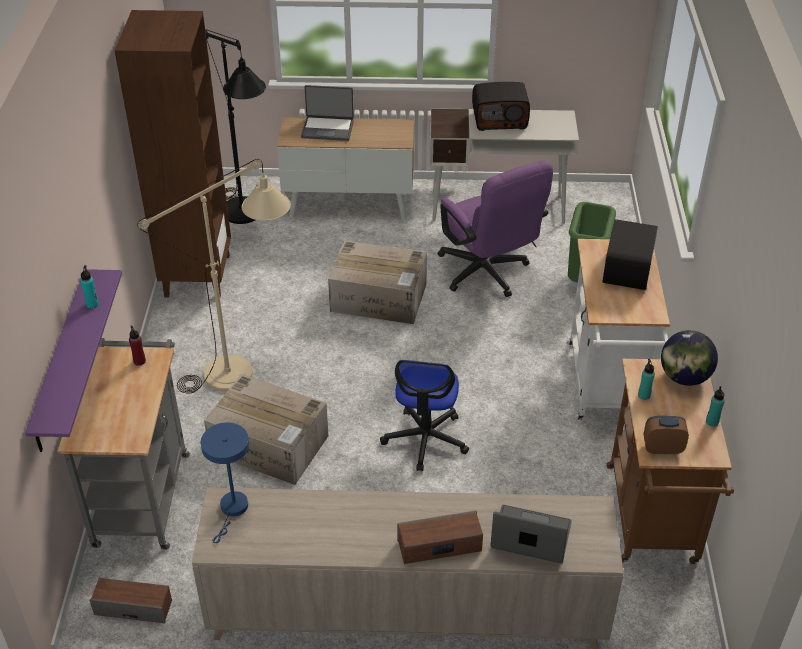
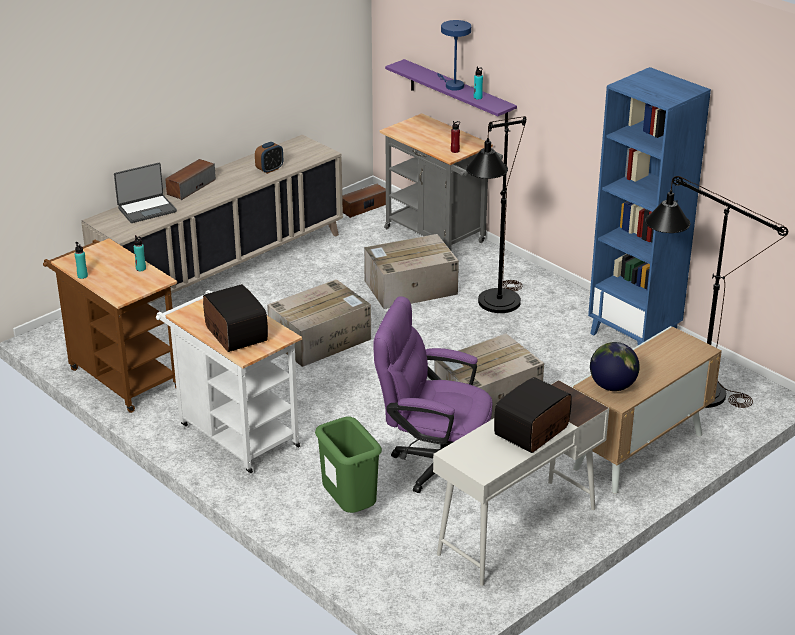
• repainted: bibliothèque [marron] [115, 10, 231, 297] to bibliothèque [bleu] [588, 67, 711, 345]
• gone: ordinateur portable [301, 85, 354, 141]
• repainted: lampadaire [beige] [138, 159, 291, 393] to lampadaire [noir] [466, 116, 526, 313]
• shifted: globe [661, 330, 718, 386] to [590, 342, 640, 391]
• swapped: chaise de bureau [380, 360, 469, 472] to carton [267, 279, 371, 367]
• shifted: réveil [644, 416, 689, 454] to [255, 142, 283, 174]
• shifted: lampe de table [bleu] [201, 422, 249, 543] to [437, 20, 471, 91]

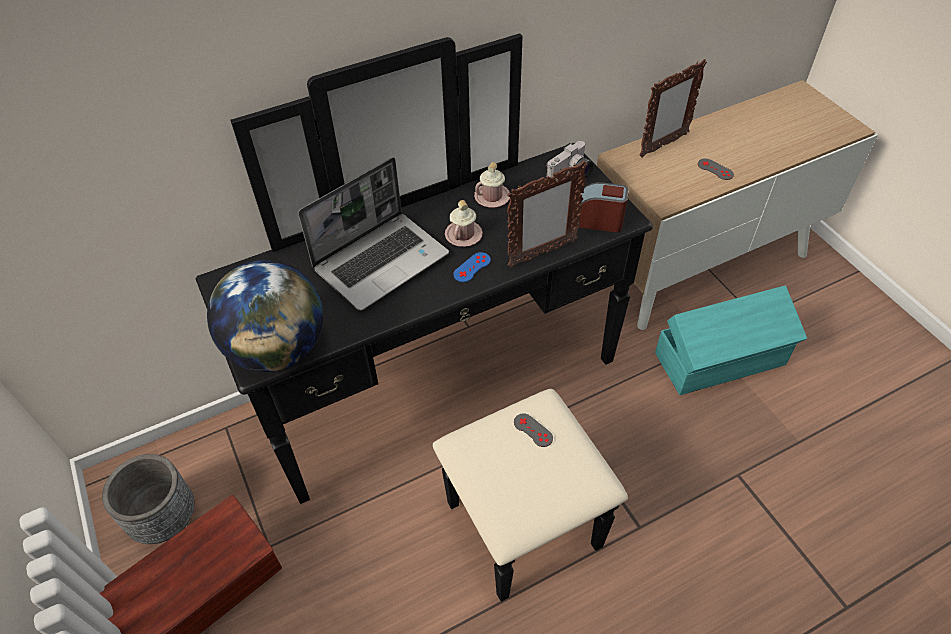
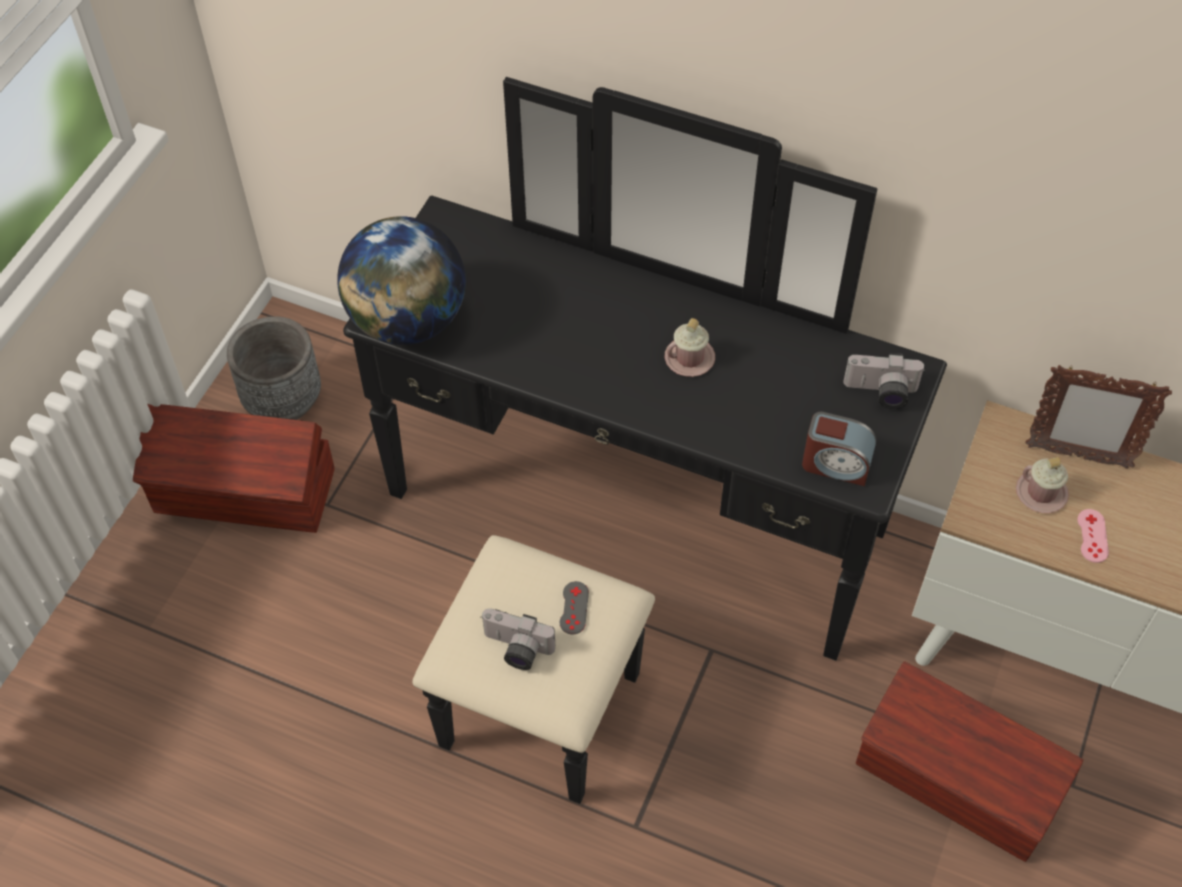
• gone: ordinateur portable [298, 157, 449, 311]
• repainted: manette [gris] [698, 158, 734, 180] to manette [rose] [1077, 509, 1109, 563]
• gone: cadre photo [507, 161, 588, 268]
• shifted: mug [rose] [474, 162, 510, 208] to [1016, 457, 1069, 513]
• rotated: réveil [577, 182, 629, 232] = [802, 412, 876, 486] 135 degrees clockwise
• gone: manette [bleu] [453, 252, 491, 282]
• repainted: boîte de rangement [turquoise] [655, 286, 807, 395] to boîte de rangement [marron] [856, 661, 1083, 862]
• new: appareil photo [481, 609, 555, 670]

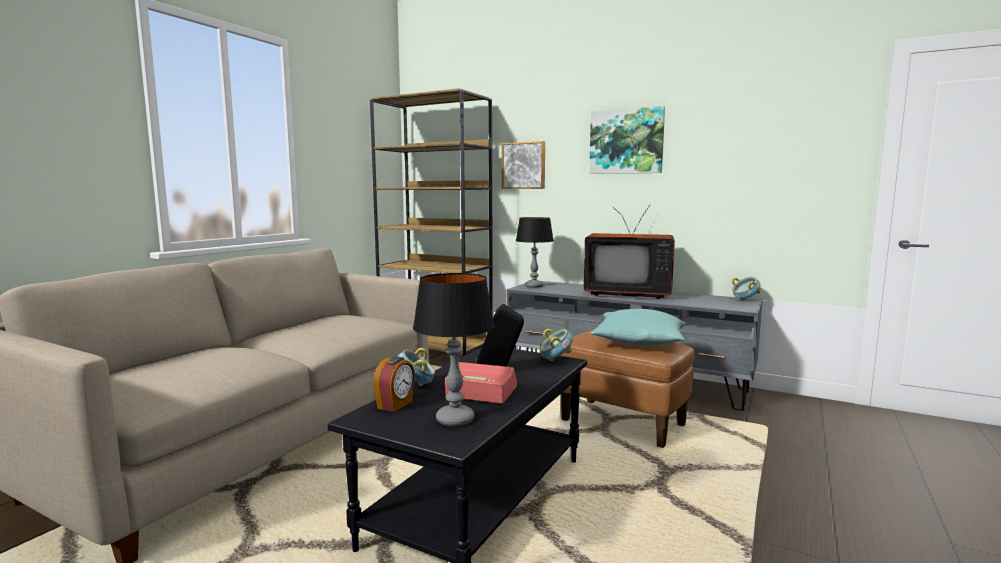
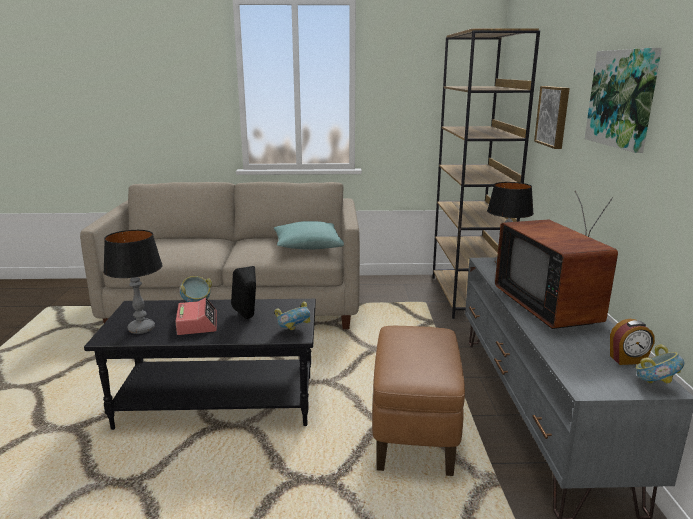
• shifted: coussin [turquoise] [590, 309, 686, 345] to [274, 221, 344, 250]
• shifted: réveil [373, 357, 415, 412] to [610, 319, 655, 365]

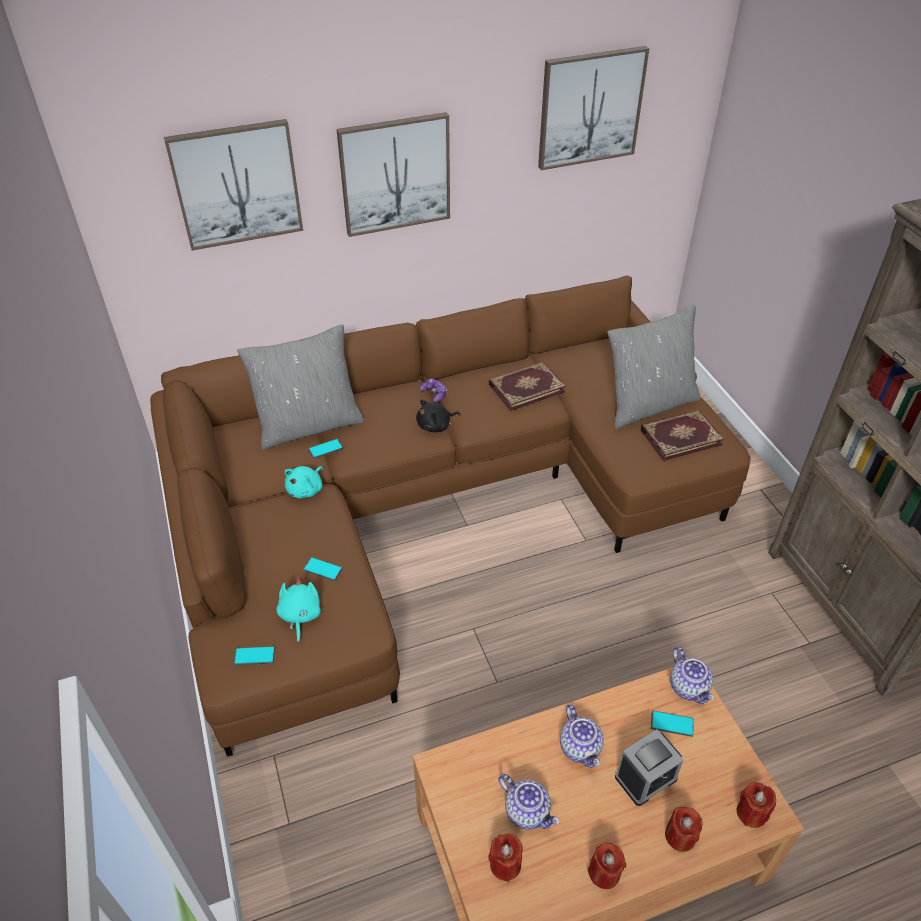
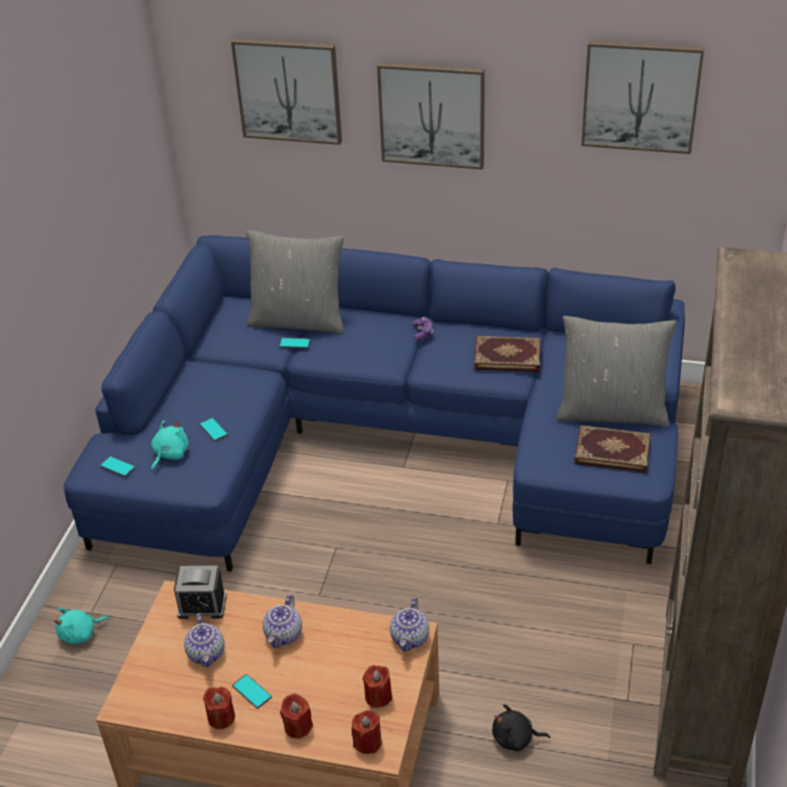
• repainted: canapé [marron] [150, 275, 751, 757] to canapé [bleu] [64, 235, 685, 572]
• shifted: peluche [noir] [416, 400, 460, 432] to [492, 704, 550, 751]
• shifted: peluche [turquoise] [284, 466, 323, 498] to [54, 608, 109, 644]
• shifted: téléphone [651, 710, 694, 737] to [232, 674, 272, 709]
• shifted: réveil [615, 729, 684, 806] to [174, 565, 227, 619]
• shifted: bougie [rouge] [488, 834, 523, 882] to [363, 665, 392, 708]

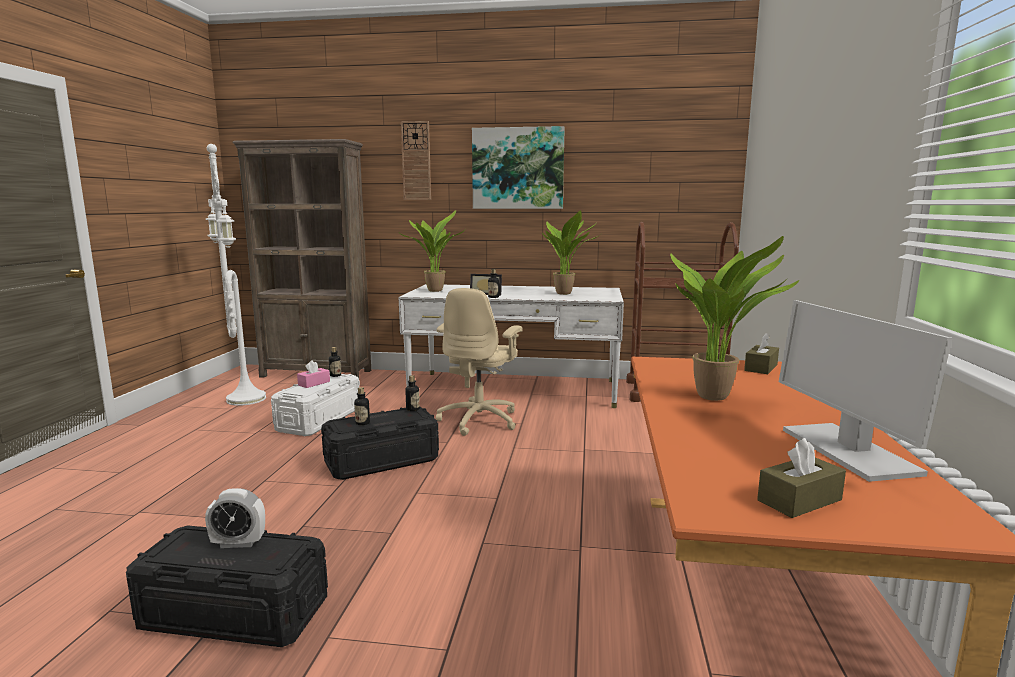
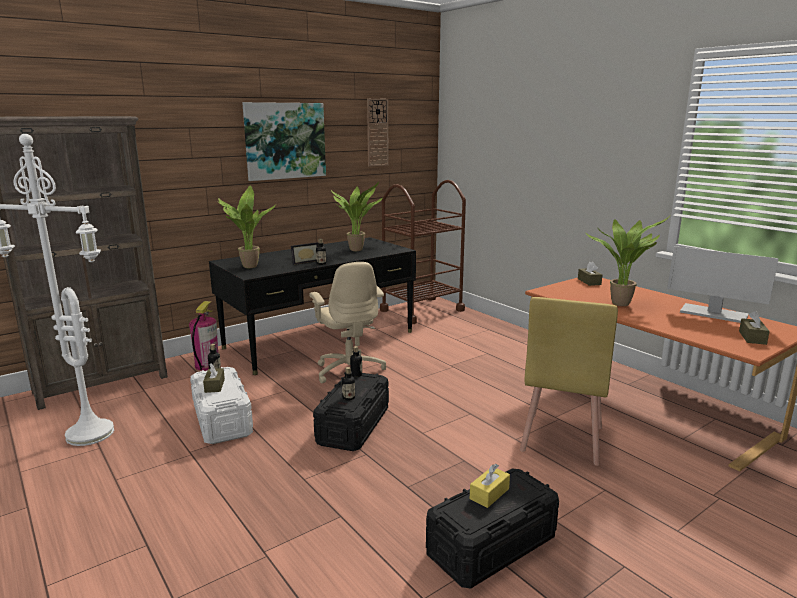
• shifted: horloge murale [401, 121, 431, 200] to [367, 99, 389, 167]
• repainted: bureau [blanc] [398, 284, 624, 408] to bureau [noir] [209, 237, 416, 375]
• repainted: boîte à mouchoirs [rose] [297, 360, 330, 388] to boîte à mouchoirs [marron] [203, 363, 225, 393]
• swapped: réveil [205, 488, 265, 548] to boîte à mouchoirs [jaune] [470, 464, 510, 508]
• new: chaise [jaune] [520, 297, 618, 466]
• new: extincteur [189, 301, 218, 371]

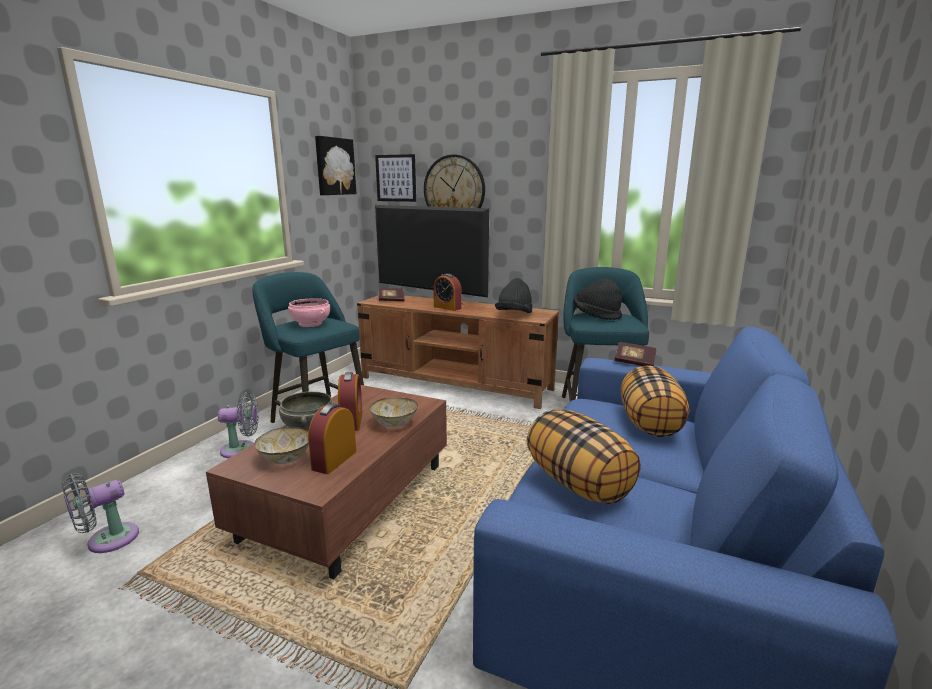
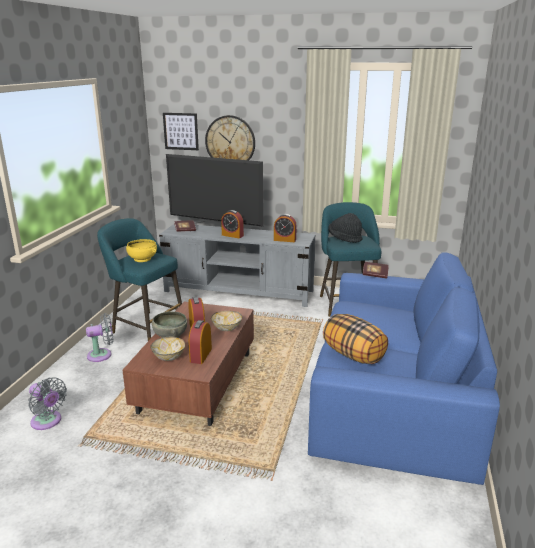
• gone: tableau [315, 136, 356, 195]
• swapped: chapeau [noir] [495, 278, 532, 313] to réveil [274, 214, 297, 242]
• repainted: meuble télé [marron] [357, 295, 559, 409] to meuble télé [gris] [159, 224, 316, 307]
• repainted: bol [rose] [288, 298, 330, 327] to bol [jaune] [126, 239, 157, 262]
• gone: coussin [621, 366, 689, 437]
• rotated: ventilateur [gris] [62, 473, 139, 553] = [28, 377, 67, 430] 90 degrees counterclockwise

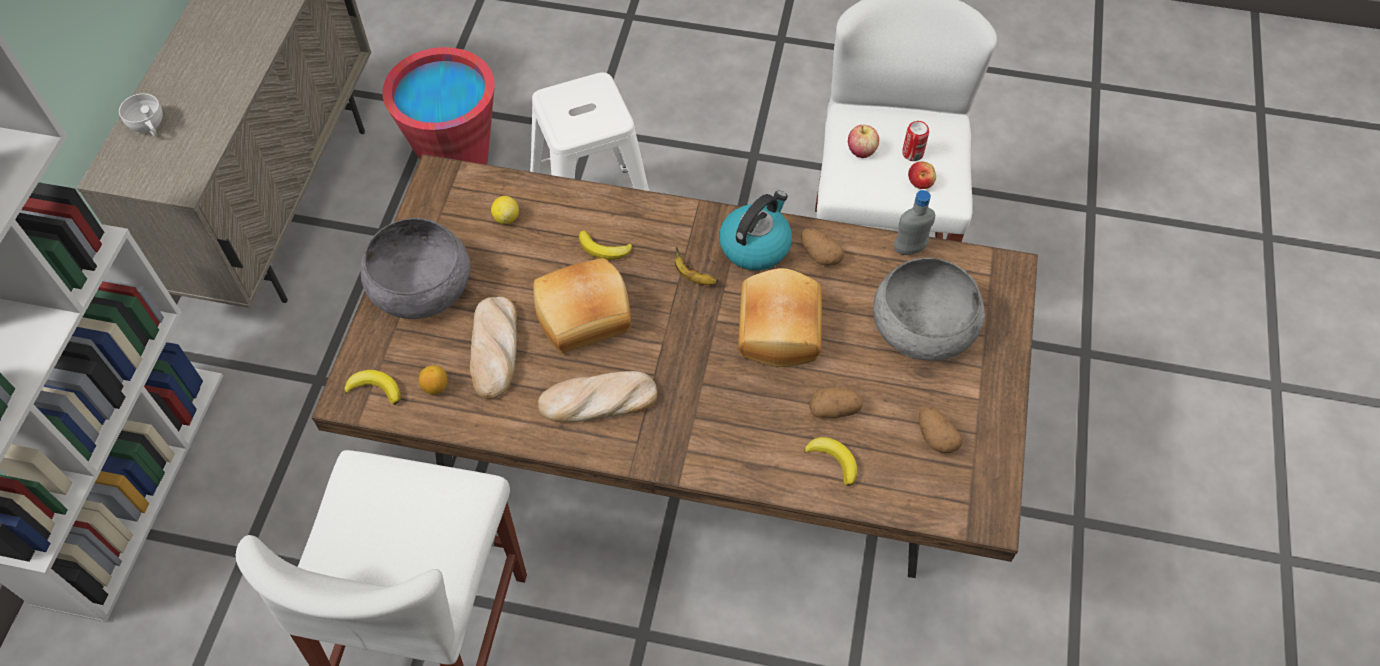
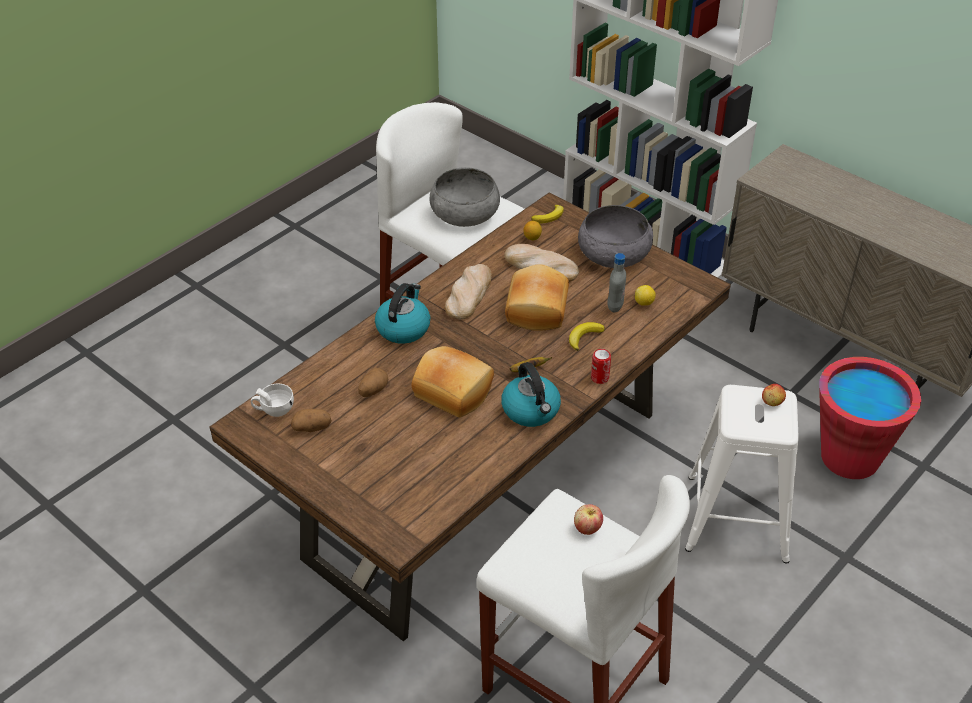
• shifted: tasse [blanc] [119, 93, 163, 136] to [251, 384, 294, 417]
• shifted: boîte métallique [902, 121, 929, 161] to [591, 349, 611, 384]
• shifted: pomme [908, 162, 936, 189] to [762, 384, 786, 406]
• shifted: bouteille [gris] [894, 190, 935, 255] to [607, 253, 626, 312]
• gone: pomme de terre [801, 228, 845, 266]
• shifted: bol [gris] [873, 258, 985, 361] to [430, 167, 500, 227]
• gone: banane [804, 437, 857, 486]
• new: bouilloire [375, 283, 430, 344]

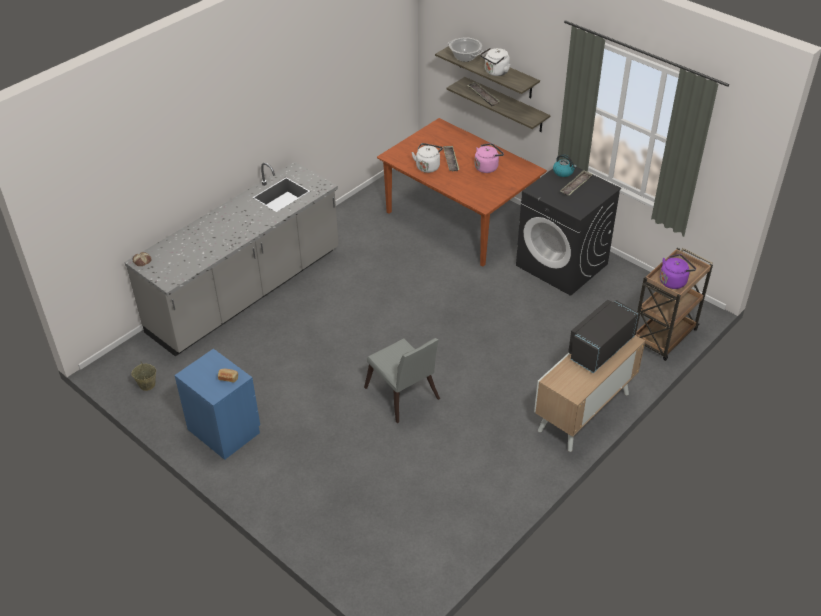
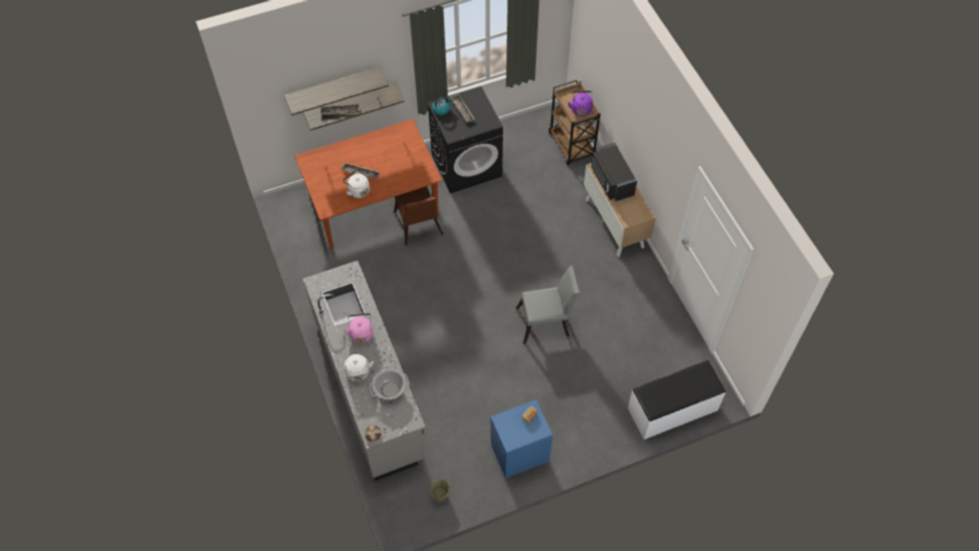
• shifted: marmite [448, 38, 484, 62] to [369, 369, 409, 400]
• shifted: bouilloire [blanc] [480, 47, 510, 76] to [344, 354, 374, 381]
• shifted: bouilloire [rose] [475, 143, 504, 173] to [343, 313, 373, 344]
• new: chaise [marron] [394, 186, 443, 246]
• new: banc [blanc] [628, 360, 726, 439]

